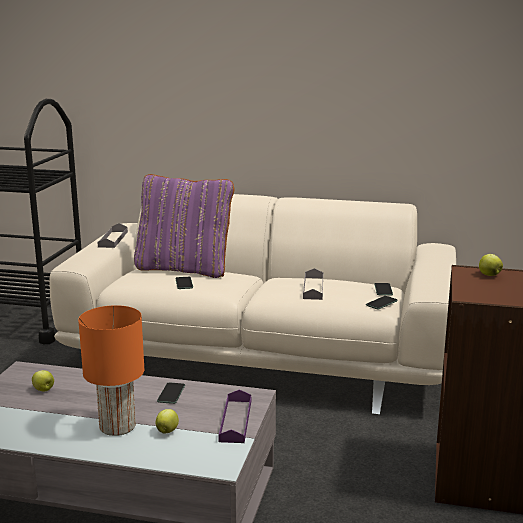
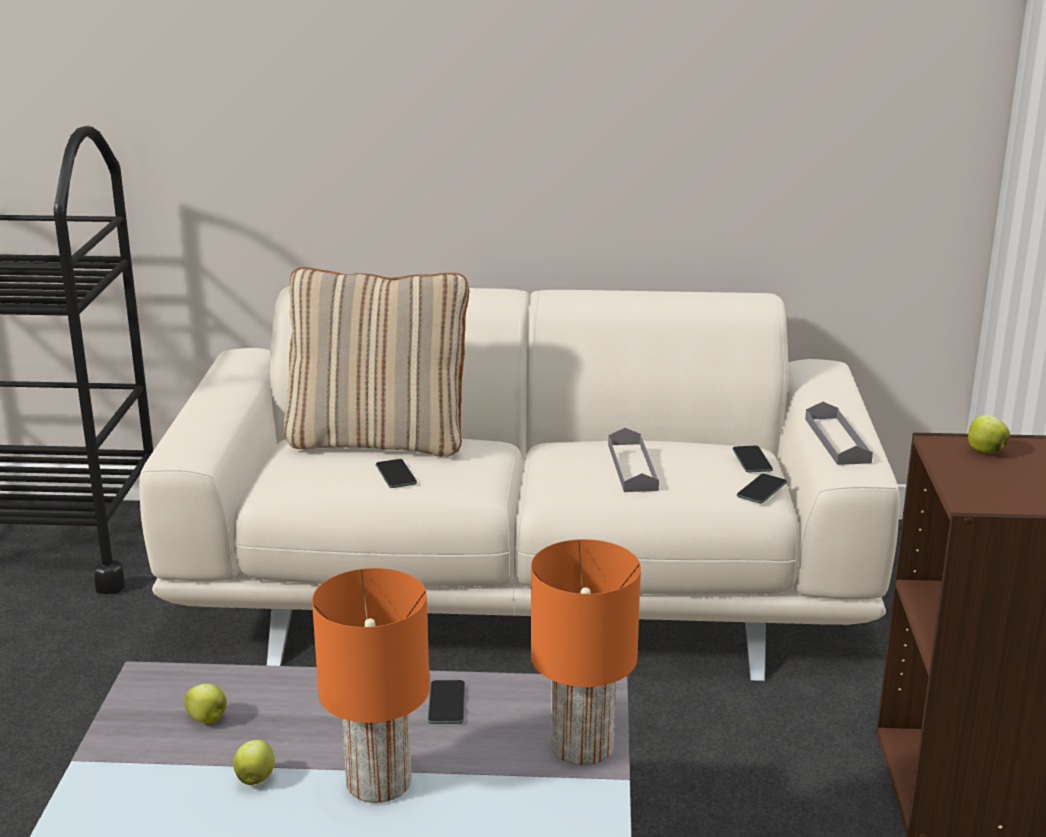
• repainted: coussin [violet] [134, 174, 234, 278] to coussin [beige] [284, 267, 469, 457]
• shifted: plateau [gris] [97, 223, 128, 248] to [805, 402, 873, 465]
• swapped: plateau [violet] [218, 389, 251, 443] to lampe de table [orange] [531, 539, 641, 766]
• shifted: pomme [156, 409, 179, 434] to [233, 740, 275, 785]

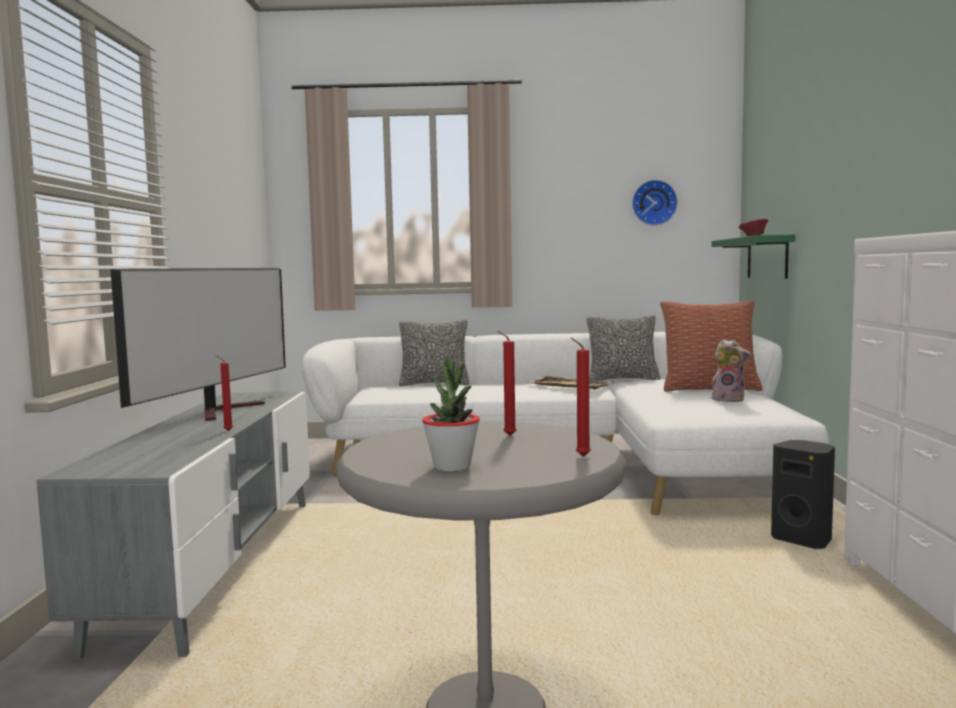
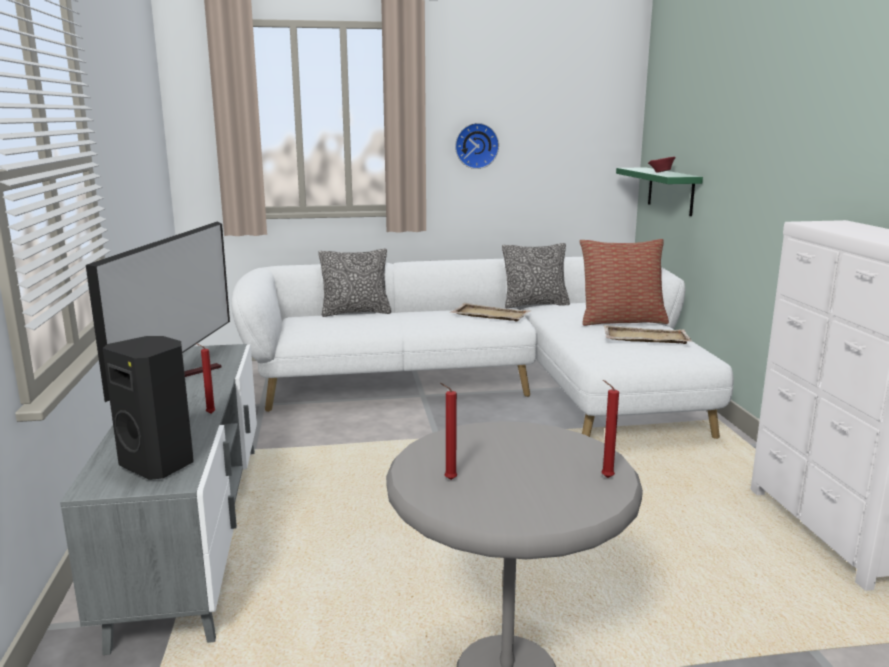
• shifted: horloge murale [632, 180, 678, 226] to [455, 123, 499, 169]
• shifted: bougie [rouge] [497, 331, 517, 436] to [440, 383, 457, 480]
• swapped: peluche [712, 340, 751, 402] to plateau [beige] [603, 325, 692, 344]
• gone: plante en pot [422, 357, 480, 472]
• shifted: enceinte [noir] [771, 440, 835, 549] to [103, 336, 193, 480]

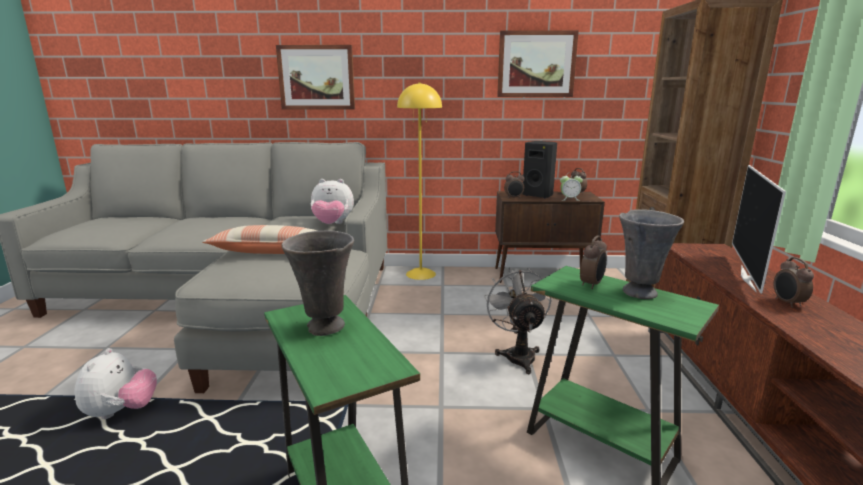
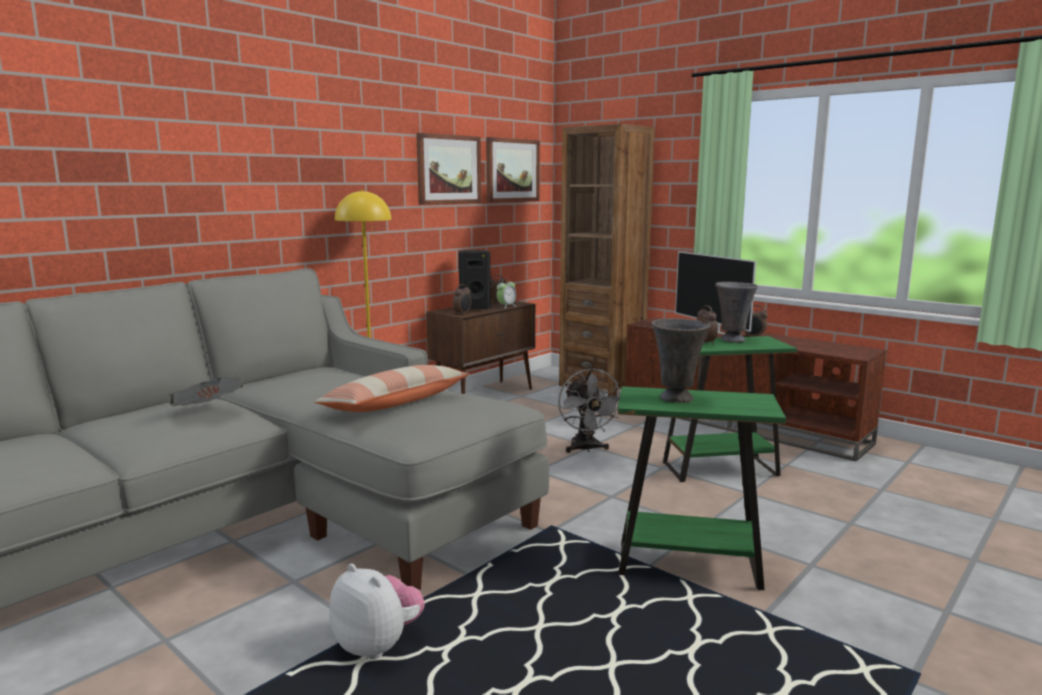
• shifted: tableau [276, 45, 355, 110] to [486, 137, 540, 202]
• gone: peluche [311, 179, 354, 224]
• rotated: ventilateur [gris] [484, 268, 552, 374] = [558, 368, 620, 453] 135 degrees counterclockwise
• new: journal [169, 377, 243, 406]

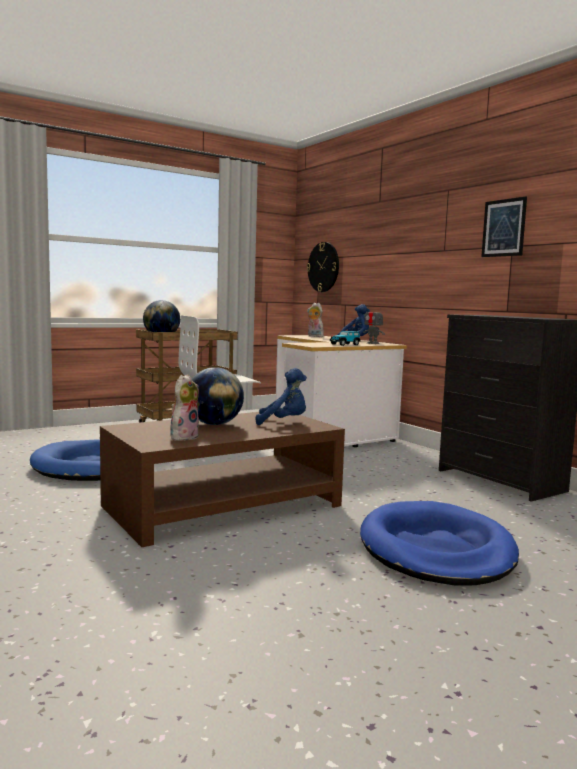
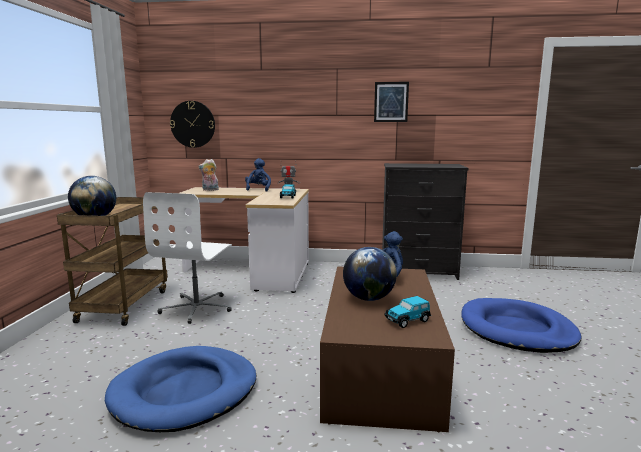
• swapped: peluche [170, 374, 199, 441] to petite voiture [384, 296, 431, 328]

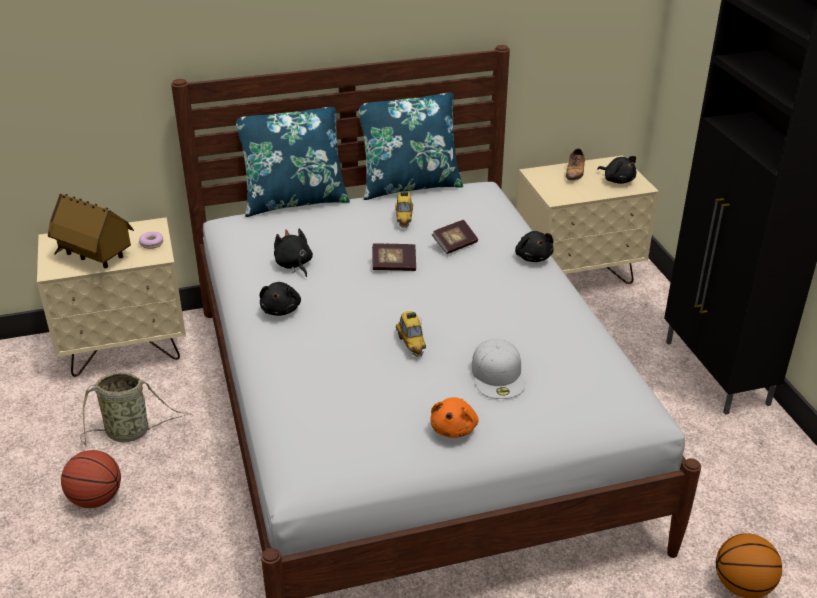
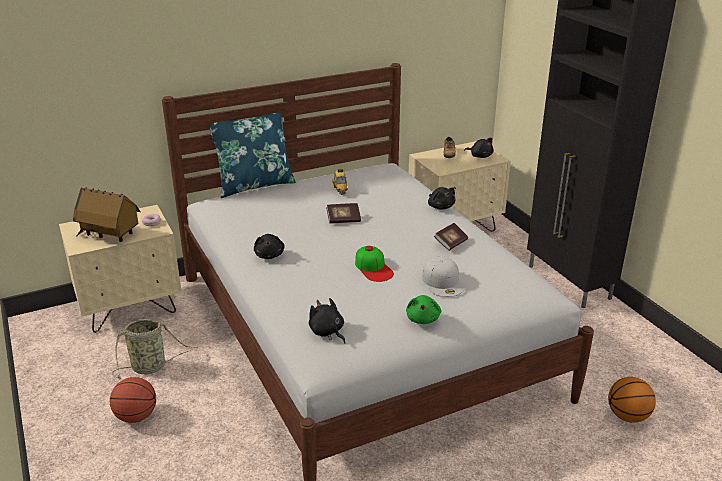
• gone: coussin [bleu] [358, 92, 463, 200]
• shifted: livre [432, 220, 478, 254] to [434, 223, 468, 251]
• shifted: peluche [noir] [274, 229, 313, 277] to [309, 298, 345, 344]
• swapped: petite voiture [396, 311, 426, 357] to casquette [355, 246, 394, 282]
• repainted: peluche [orange] [430, 397, 479, 438] to peluche [vert] [406, 295, 441, 324]

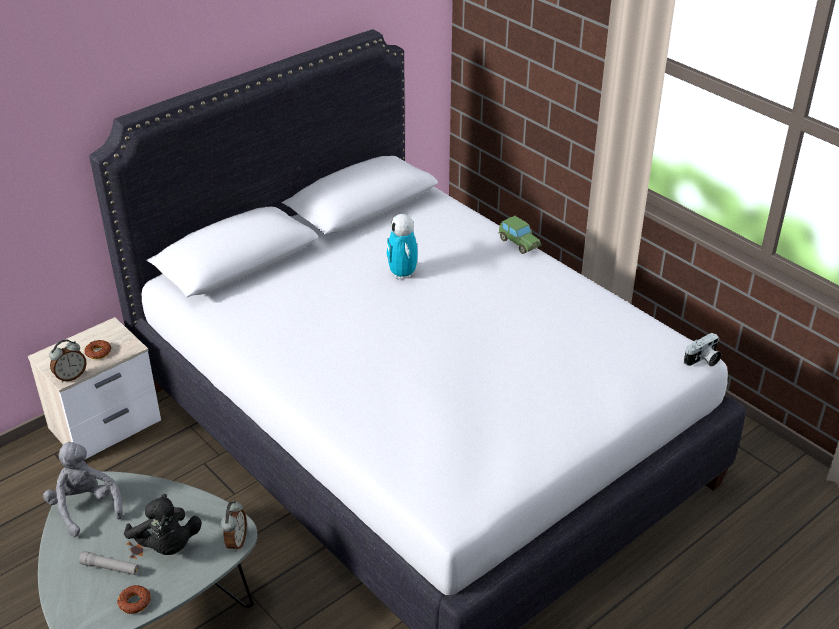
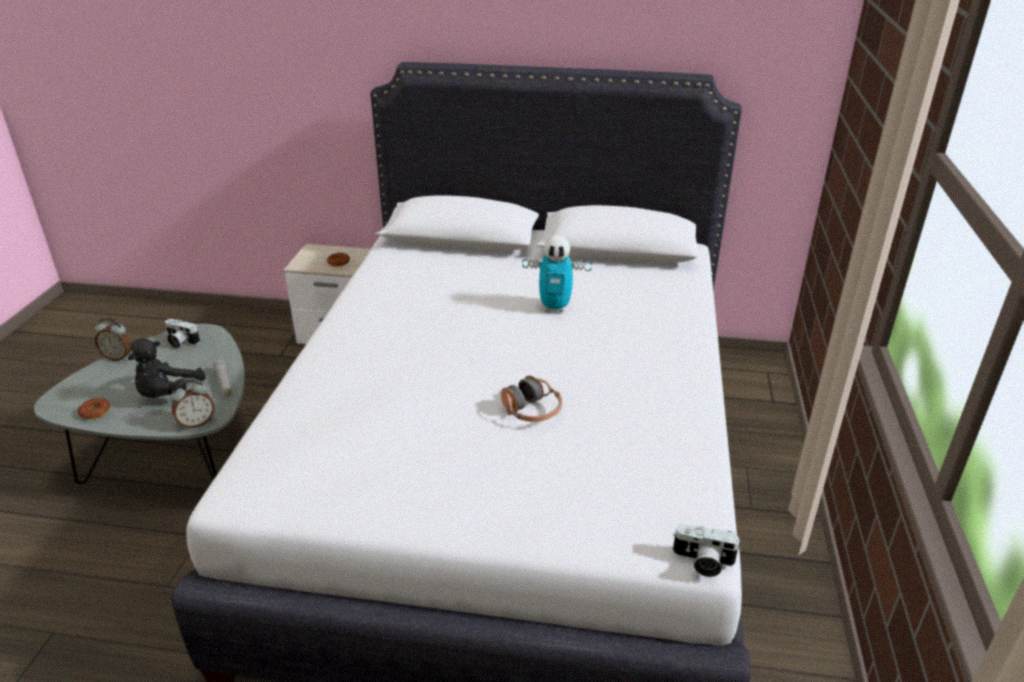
• rotated: robot jouet [386, 214, 418, 280] = [522, 236, 592, 312] 120 degrees counterclockwise
• gone: petite voiture [498, 216, 542, 254]
• shifted: réveil [49, 339, 87, 383] to [95, 317, 132, 361]
• swapped: peluche [gris] [43, 441, 123, 537] to appareil photo [165, 319, 200, 348]
• shifted: lampe de poche [gris] [79, 551, 139, 575] to [213, 360, 232, 396]
• new: casque audio [501, 376, 562, 422]

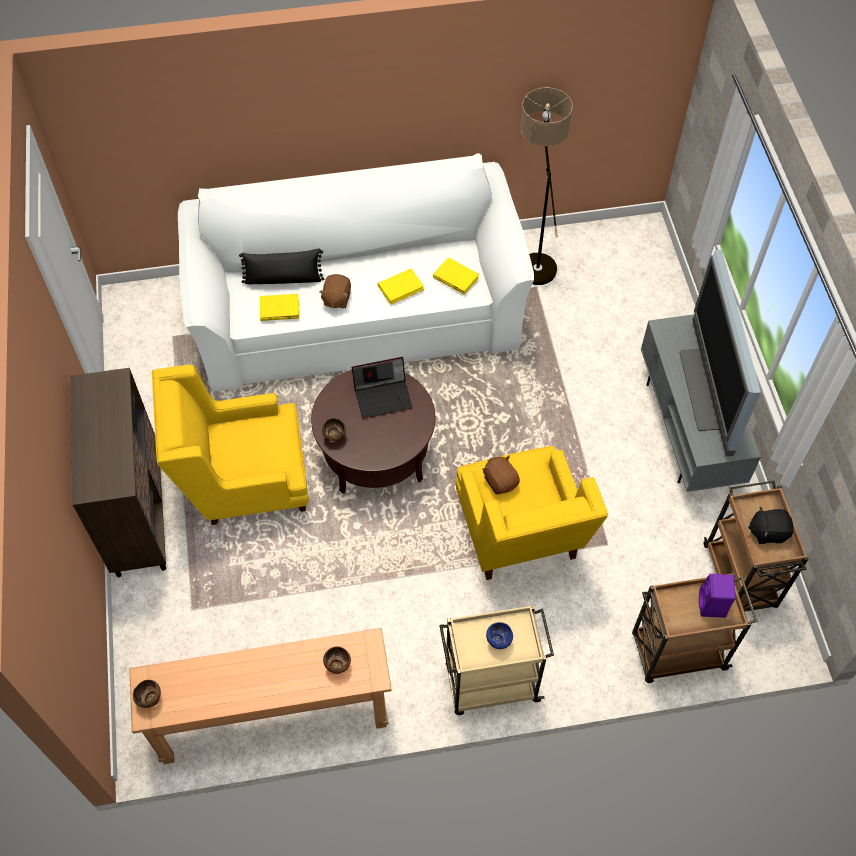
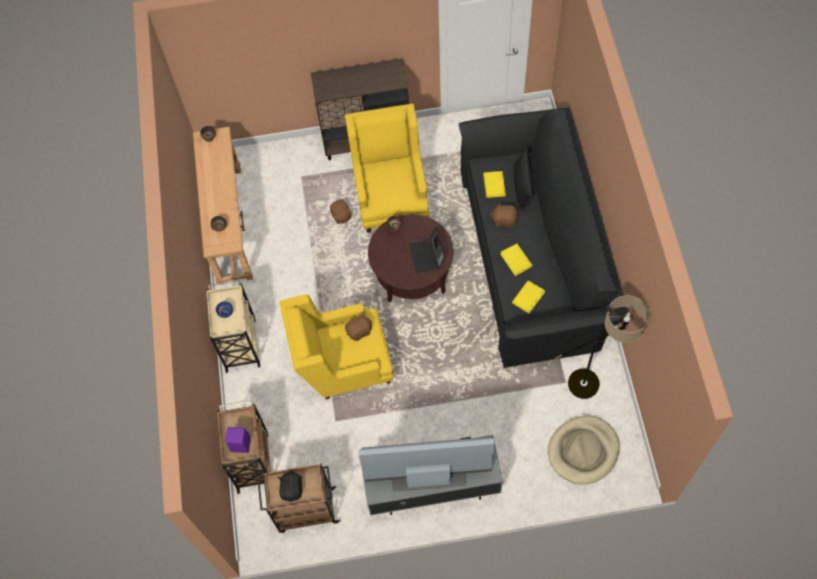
• repainted: canapé [blanc] [178, 153, 534, 392] to canapé [noir] [459, 108, 628, 368]
• new: peluche [marron] [330, 200, 352, 224]
• new: panier pour chien [beige] [548, 416, 620, 485]

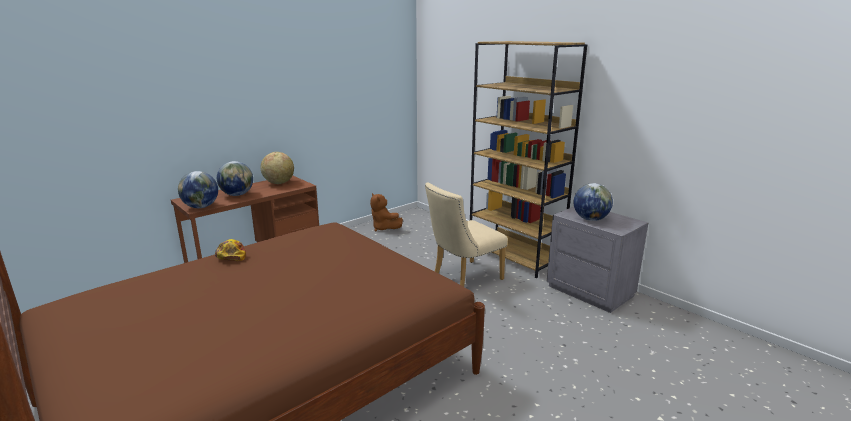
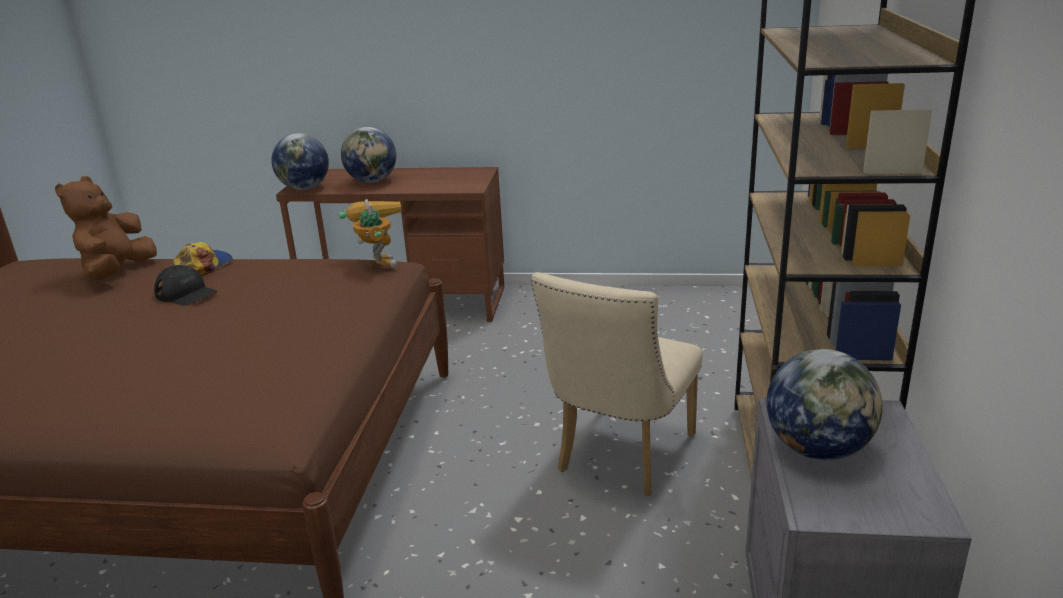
• gone: globe [261, 152, 294, 184]
• rotated: chaise [beige] [425, 182, 508, 287] = [531, 272, 703, 496] 75 degrees counterclockwise
• shifted: peluche [marron] [370, 193, 403, 232] to [55, 176, 157, 280]
• new: robot jouet [339, 199, 402, 268]
• new: casquette [noir] [154, 265, 218, 306]

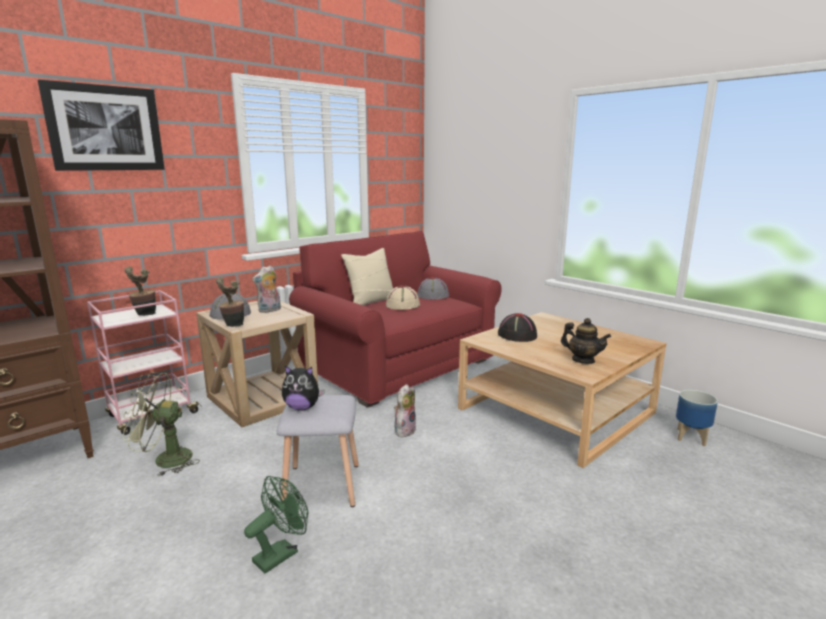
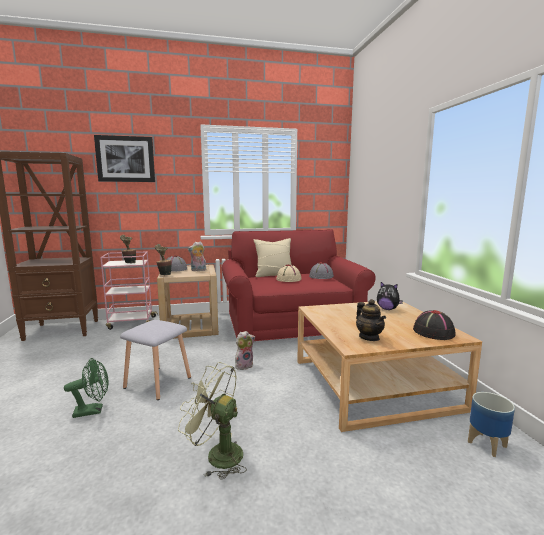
• shifted: chapeau [noir] [498, 313, 537, 342] to [413, 310, 456, 340]
• shifted: peluche [282, 366, 325, 411] to [377, 282, 403, 310]
• shifted: ventilateur [vert] [123, 372, 200, 476] to [178, 362, 247, 480]

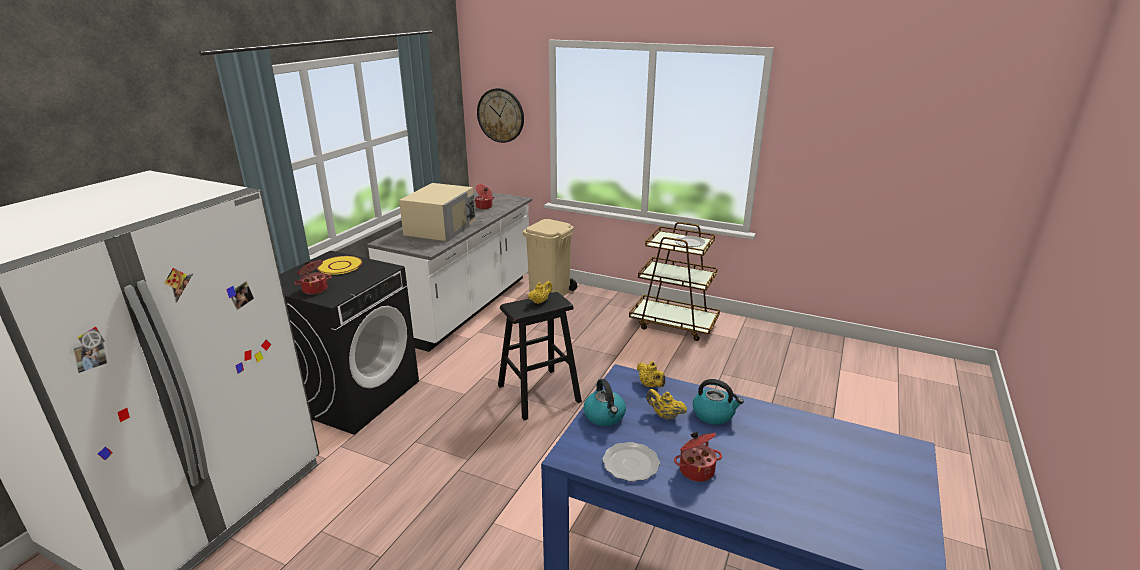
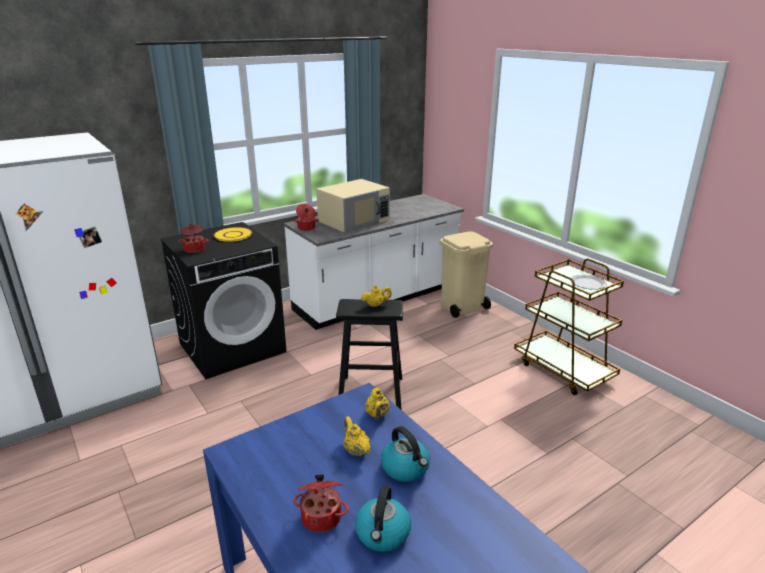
• gone: horloge murale [477, 88, 524, 143]
• shifted: marmite [474, 184, 495, 209] to [293, 204, 319, 231]
• shifted: bouilloire [583, 379, 626, 426] to [355, 485, 411, 552]
• gone: assiette [602, 442, 660, 482]

